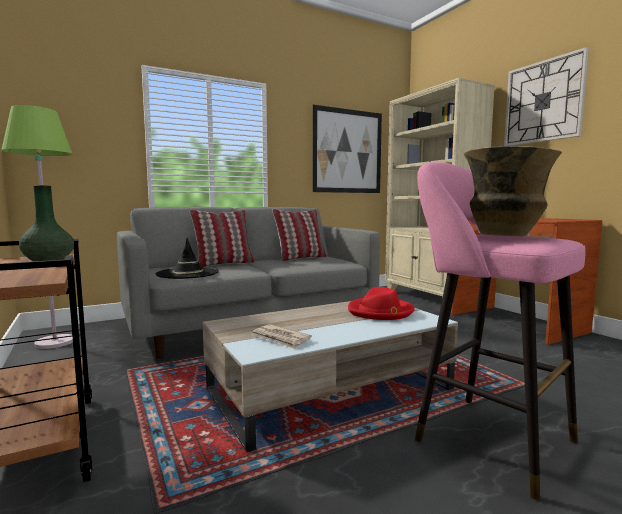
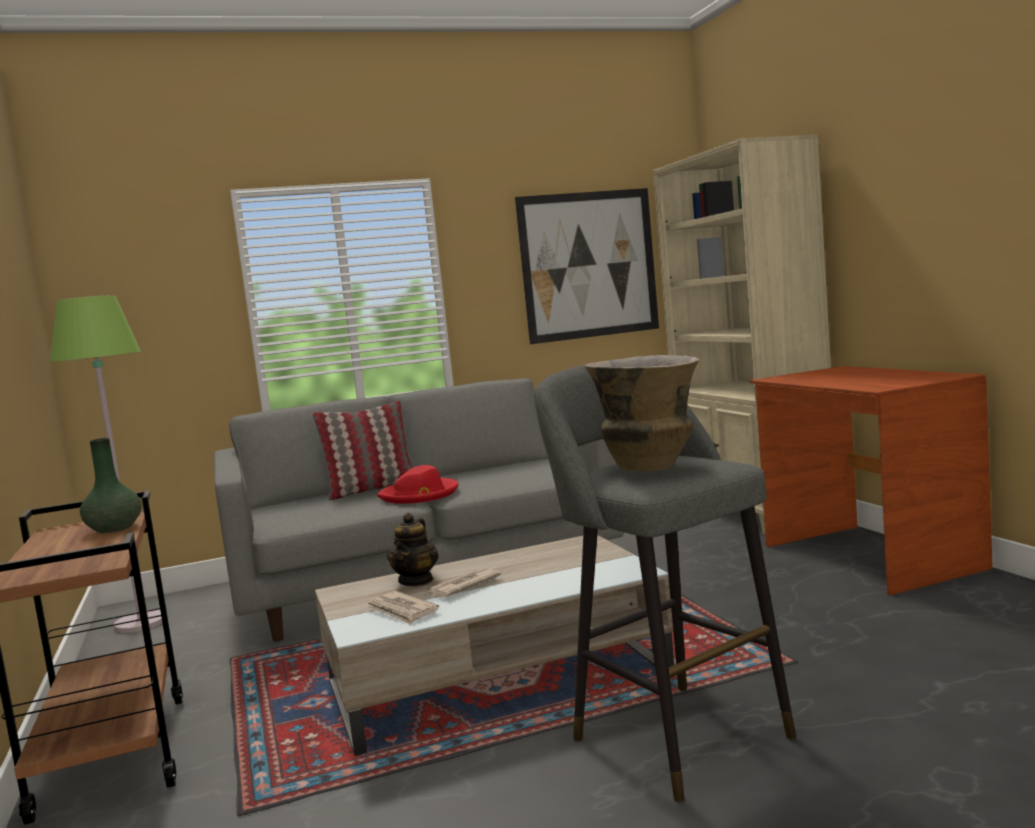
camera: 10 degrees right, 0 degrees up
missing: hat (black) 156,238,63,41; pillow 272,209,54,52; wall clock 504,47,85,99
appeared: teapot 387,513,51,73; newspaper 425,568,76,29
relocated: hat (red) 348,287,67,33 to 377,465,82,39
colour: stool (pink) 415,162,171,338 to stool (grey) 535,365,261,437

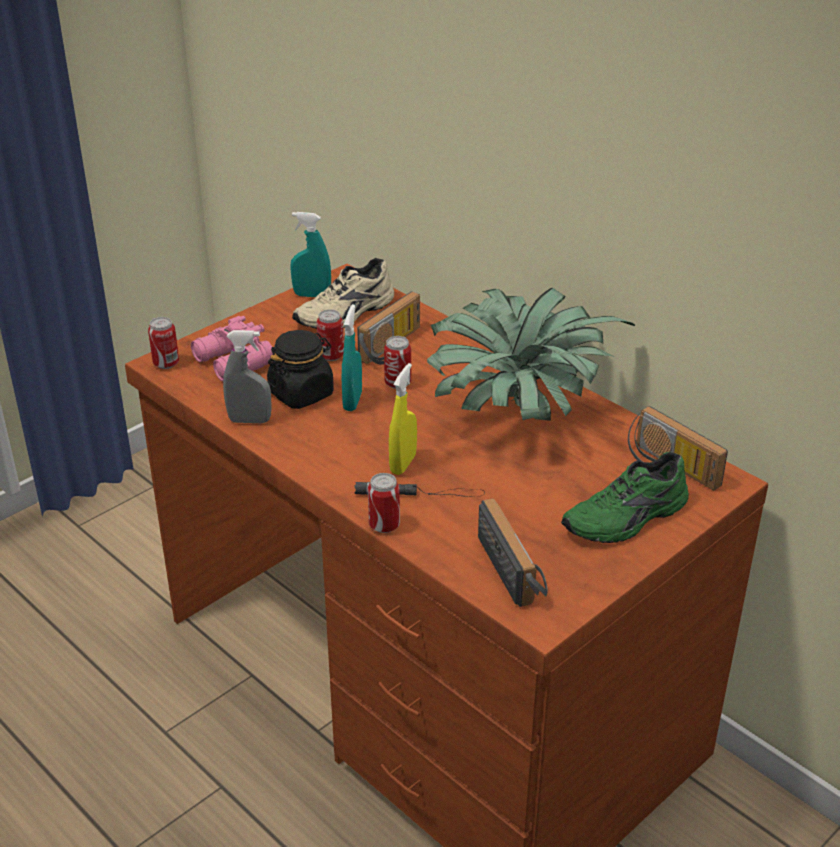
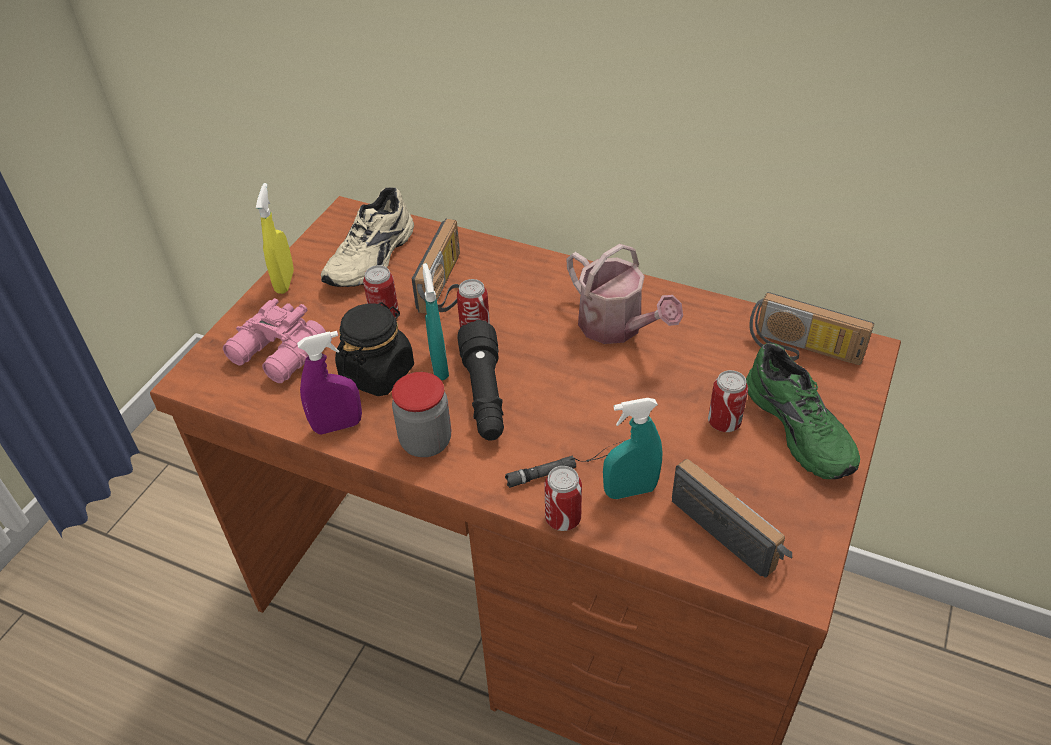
camera: 20 degrees left, 10 degrees up
appeared: jar 392,372,59,85; flashlight (black) 457,320,47,121
relocated: can 148,317,31,52 to 708,370,40,62; spray bottle (turquoise) 290,212,41,85 to 603,398,60,101; spray bottle (yellow) 389,363,28,112 to 256,183,38,111
exchanged: potted plant 427,288,208,133 to watering can 566,244,117,100
colour: spray bottle (grey) 223,330,49,93 to spray bottle (purple) 297,331,65,103
spun: shoe (green) 561,451,128,92 = 746,343,114,136 60 degrees counterclockwise

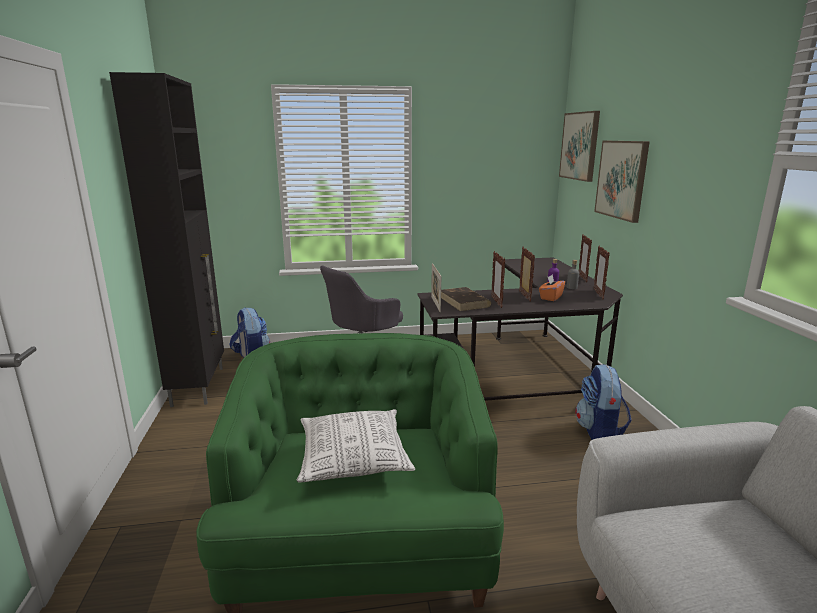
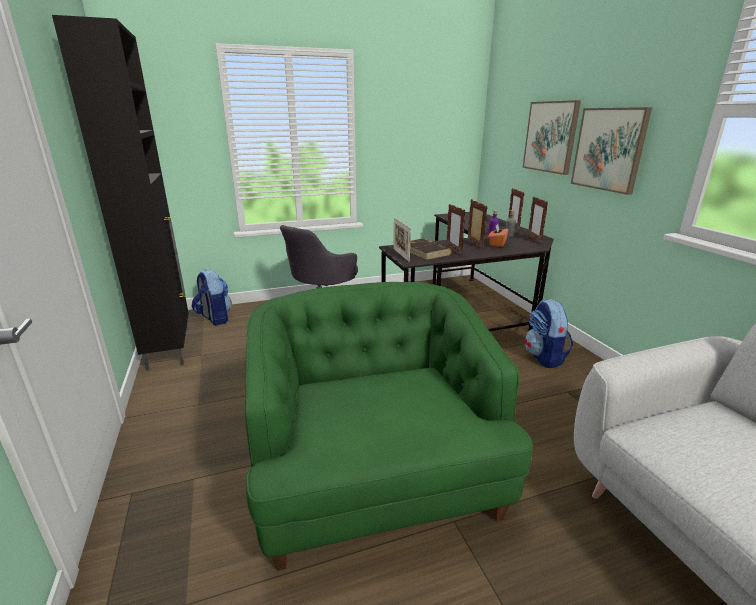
camera: 10 degrees left, 5 degrees up
missing: pillow 297,409,118,74
relocated: picture 559,111,41,71 to 571,107,81,88

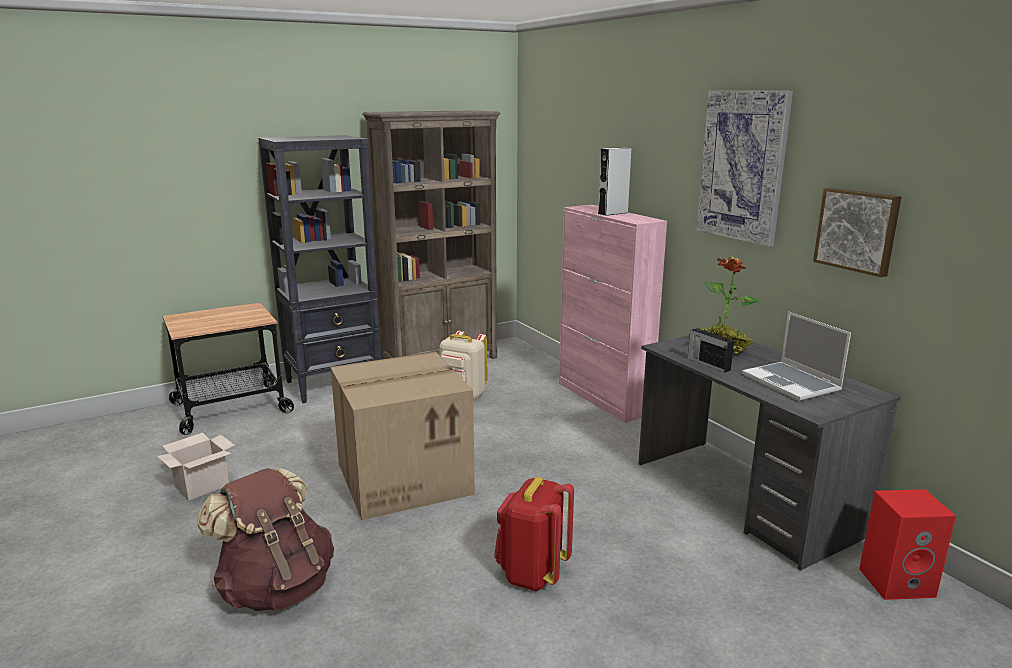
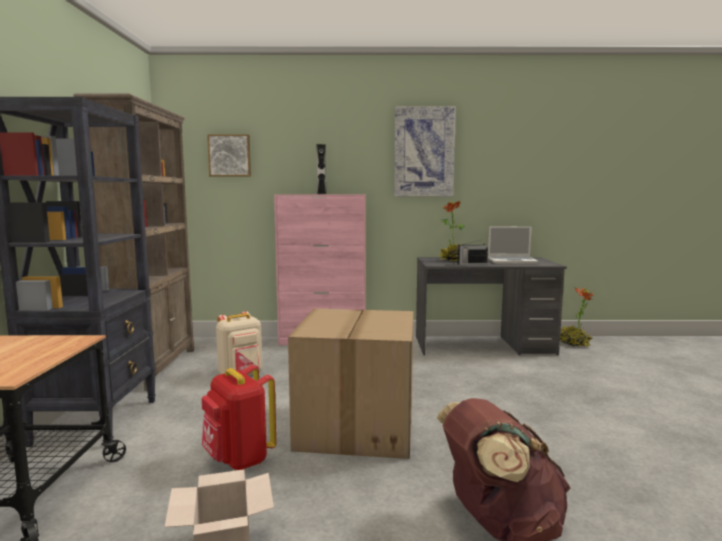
camera: 60 degrees left, 10 degrees down
relocated: backpack (red) 494,477,80,114 to 202,365,74,105; picture 813,187,88,90 to 207,134,44,43
exchanged: speaker (red) 859,489,97,111 to potted plant 560,287,33,60

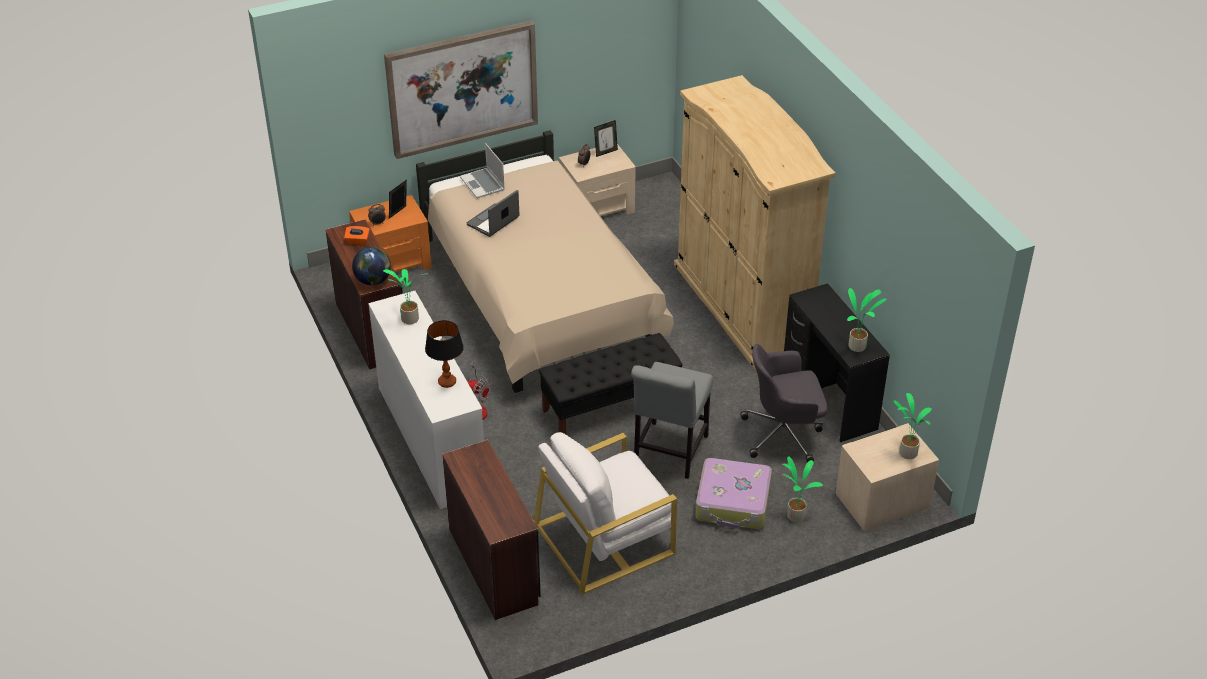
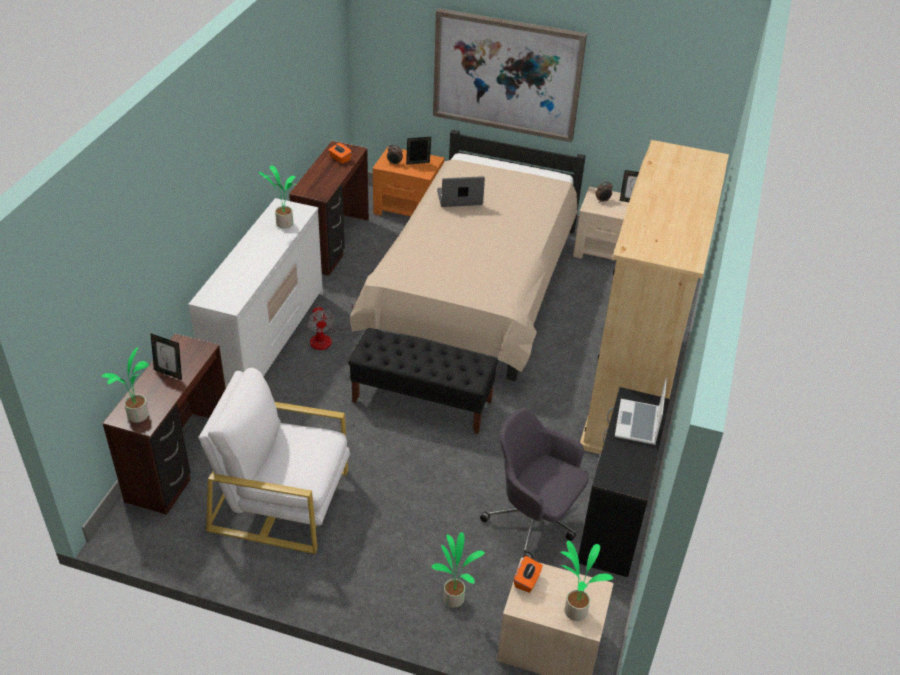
camera: 40 degrees right, 0 degrees up
missing: globe 352,247,39,38; table lamp 425,320,39,68; chair (grey) 631,362,82,117; suitcase 695,458,77,71
appeared: picture frame 150,333,32,47; tissue box (orange) 514,556,29,37
relocated: laptop 460,143,45,55 to 615,378,52,67; potted plant 847,288,40,64 to 102,347,47,76

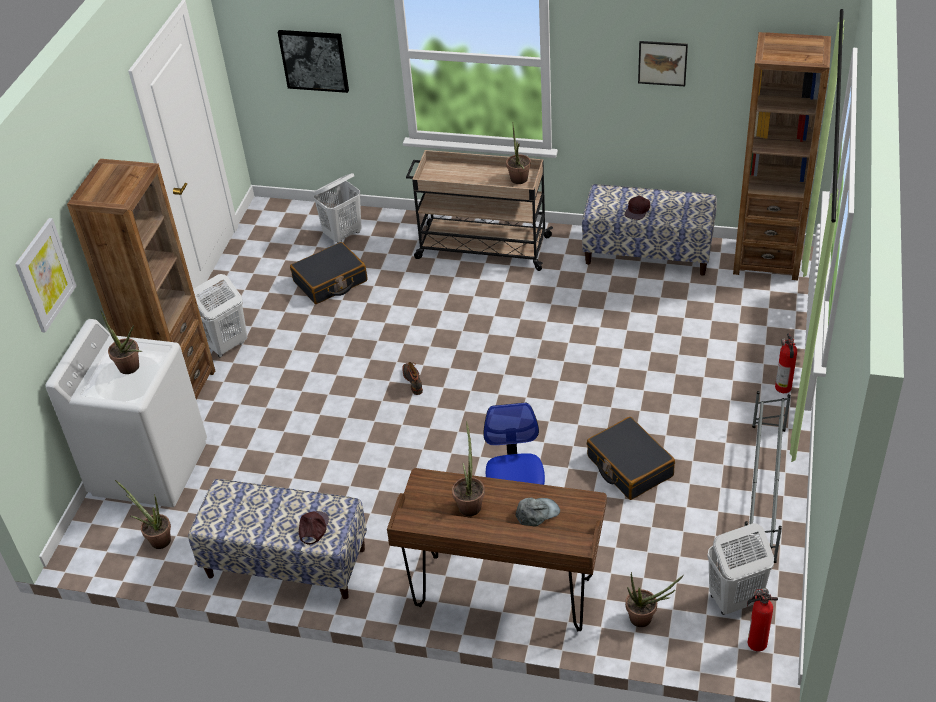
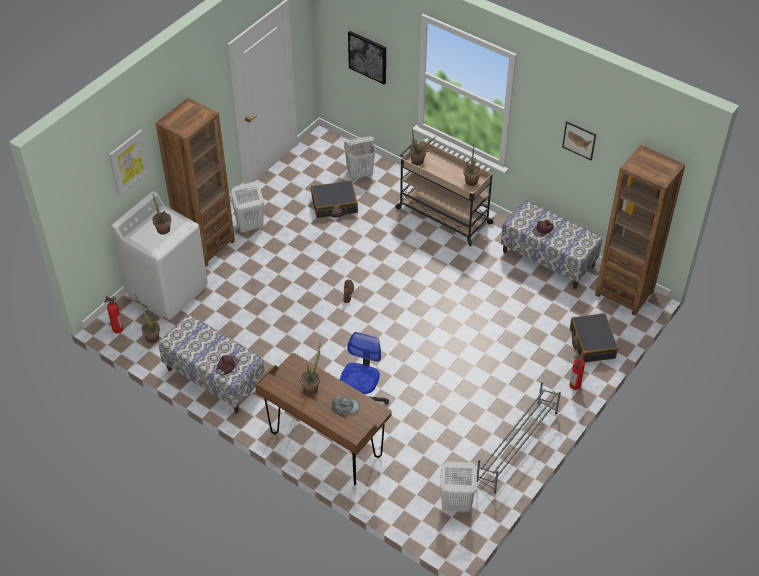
camera: 20 degrees right, 5 degrees up
relocated: suitcase (black) 587,417,88,83 to 570,313,48,50; potted plant 625,572,59,55 to 409,128,27,37; fire extinguisher 747,588,31,64 to 104,296,20,37

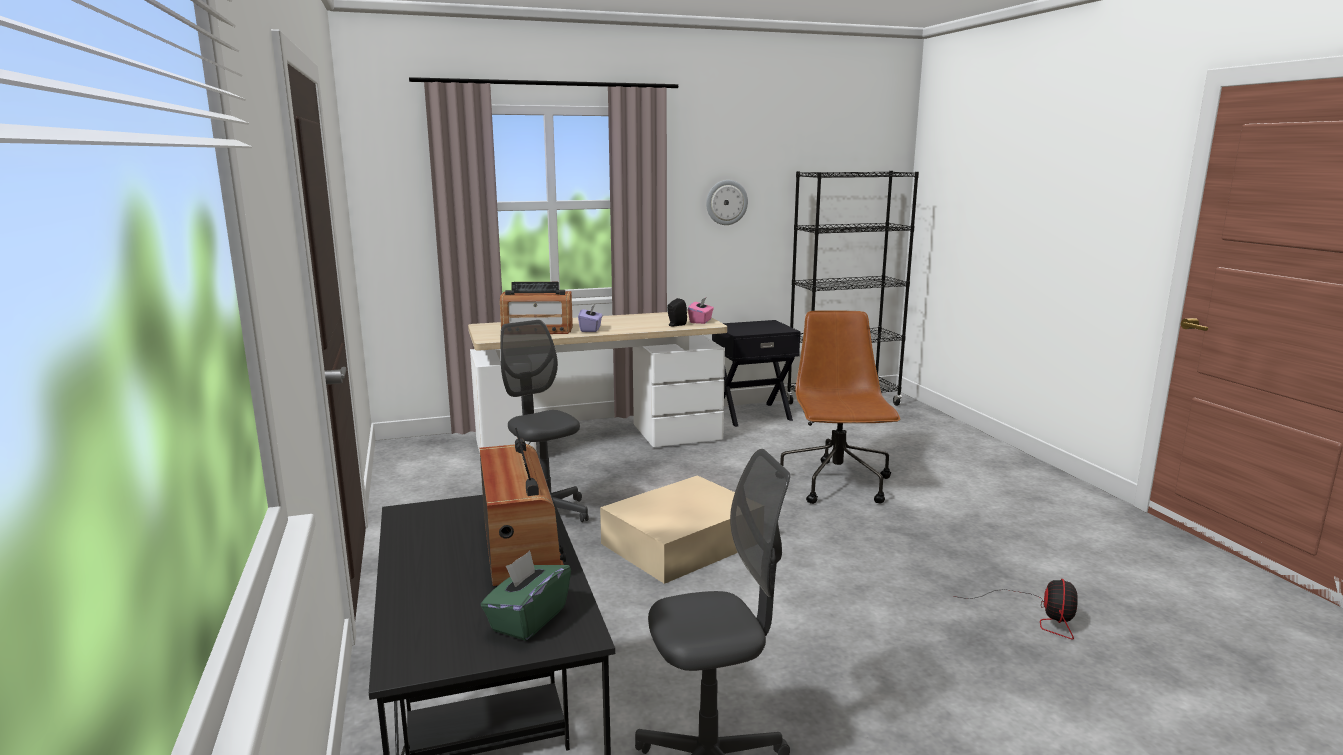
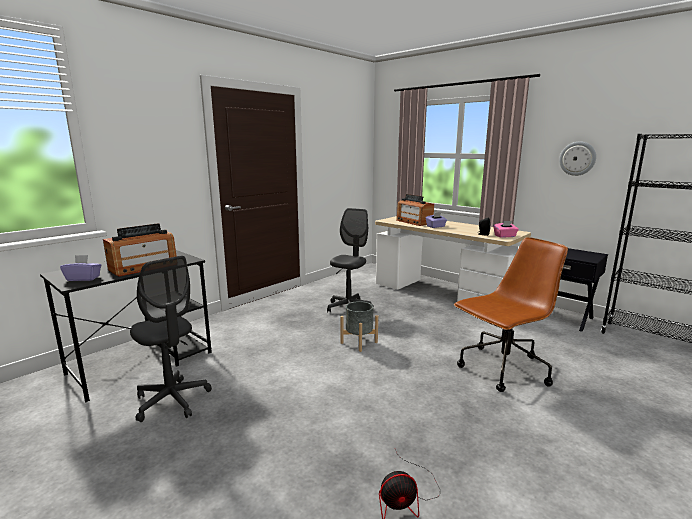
camera: 60 degrees right, 0 degrees up
exchanged: storage box (beige) 600,475,138,109 to planter (grey) 340,301,38,51
colour: tissue box (green) 481,551,90,90 to tissue box (purple) 60,255,41,26

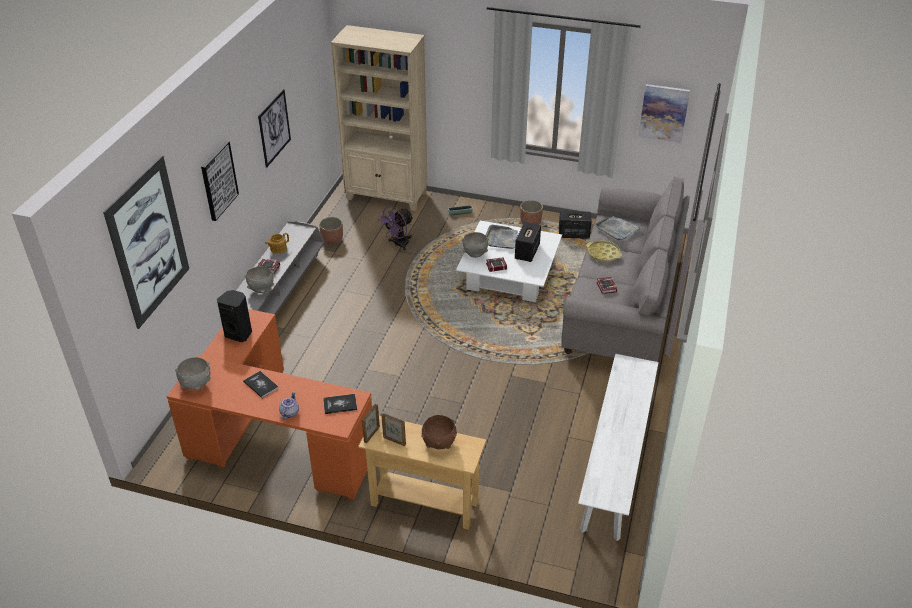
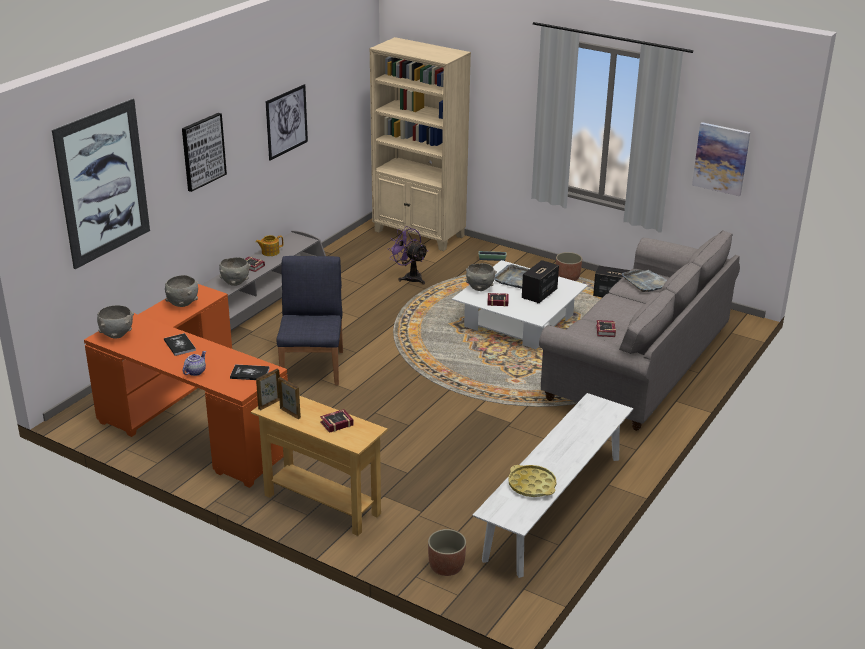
camera: 15 degrees right, 10 degrees down
appeared: chair (blue) 276,256,67,129
relocated: planter 319,217,24,28 to 428,529,38,47; tray (yellow) 586,240,36,22 to 508,465,49,32
exchanged: speaker (black) 217,290,35,52 to bowl (grey) 165,275,33,32; bowl (brown) 421,415,36,34 to book 320,409,34,24
spun: fan (purple) 378,206,36,45 = 388,226,40,59 75 degrees clockwise

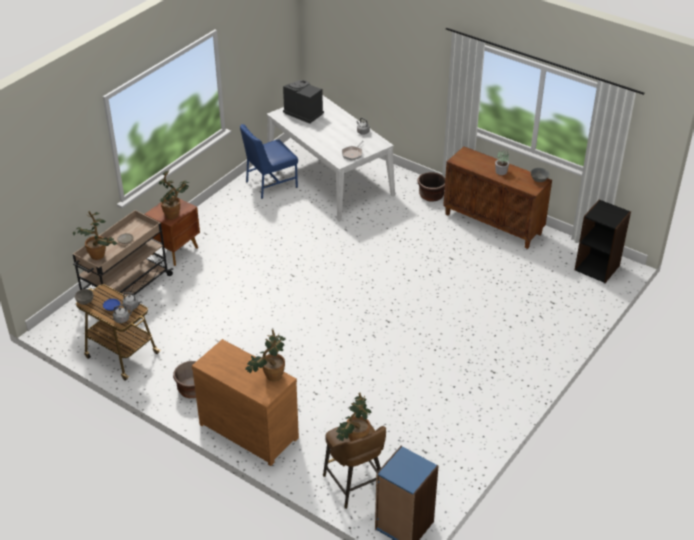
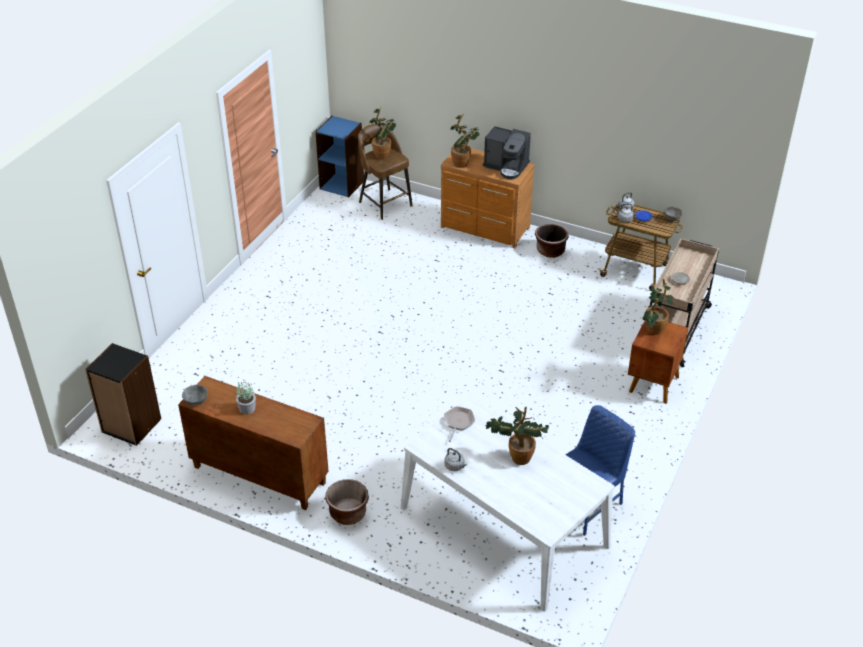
camera: 170 degrees right, 0 degrees up
relocated: potted plant 73,211,45,49 to 486,406,63,59; coffee machine 283,80,41,44 to 483,126,48,54

